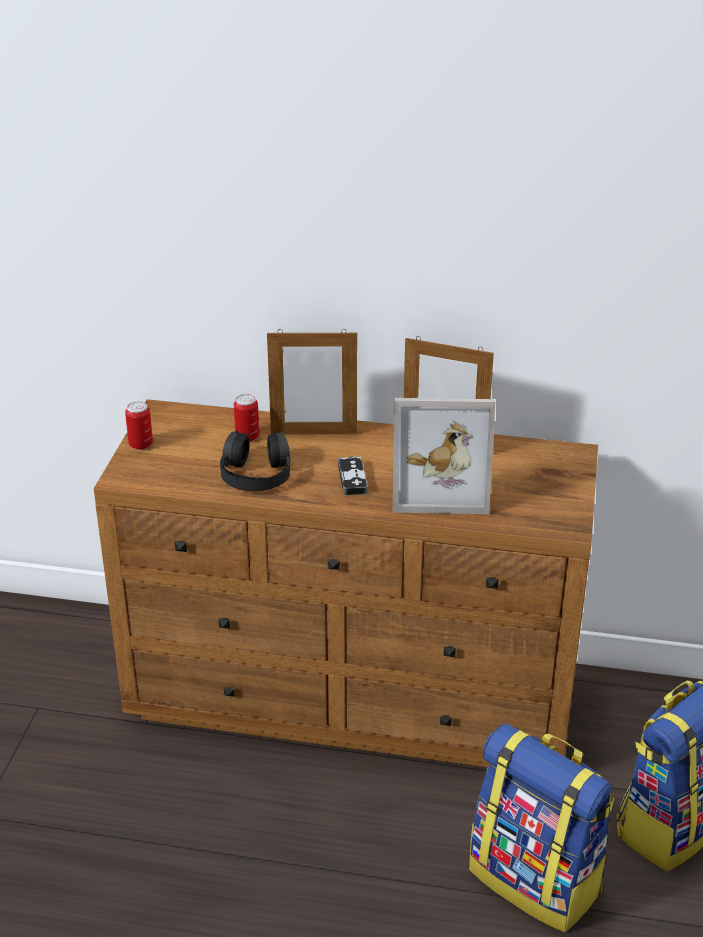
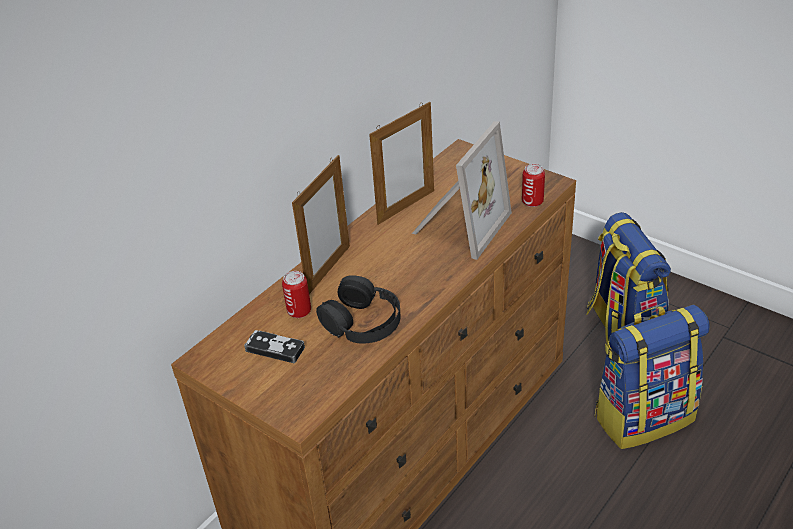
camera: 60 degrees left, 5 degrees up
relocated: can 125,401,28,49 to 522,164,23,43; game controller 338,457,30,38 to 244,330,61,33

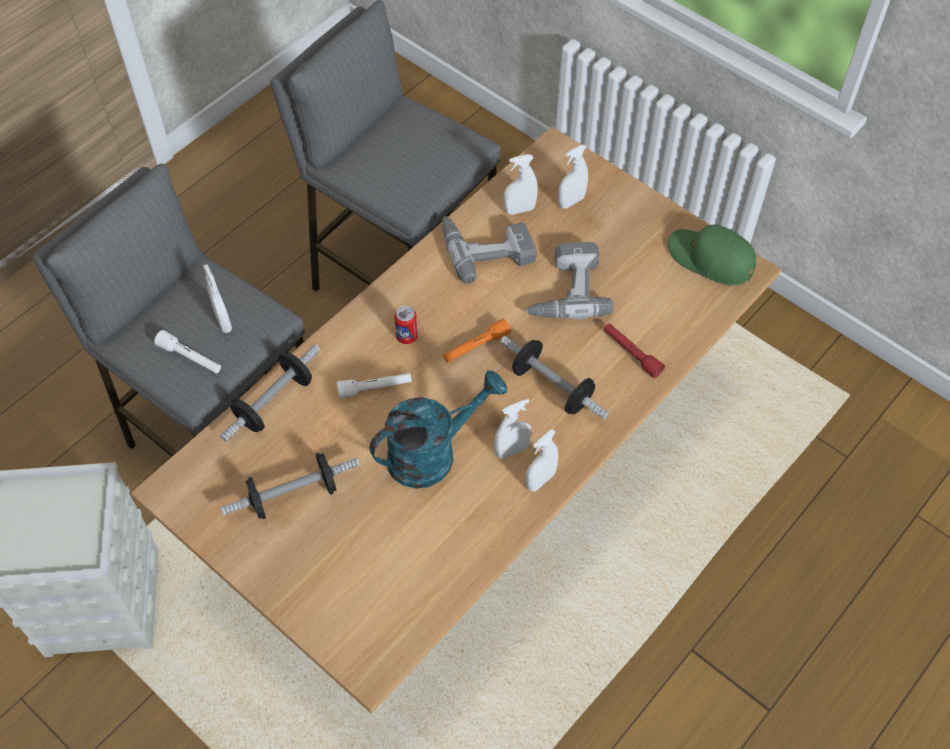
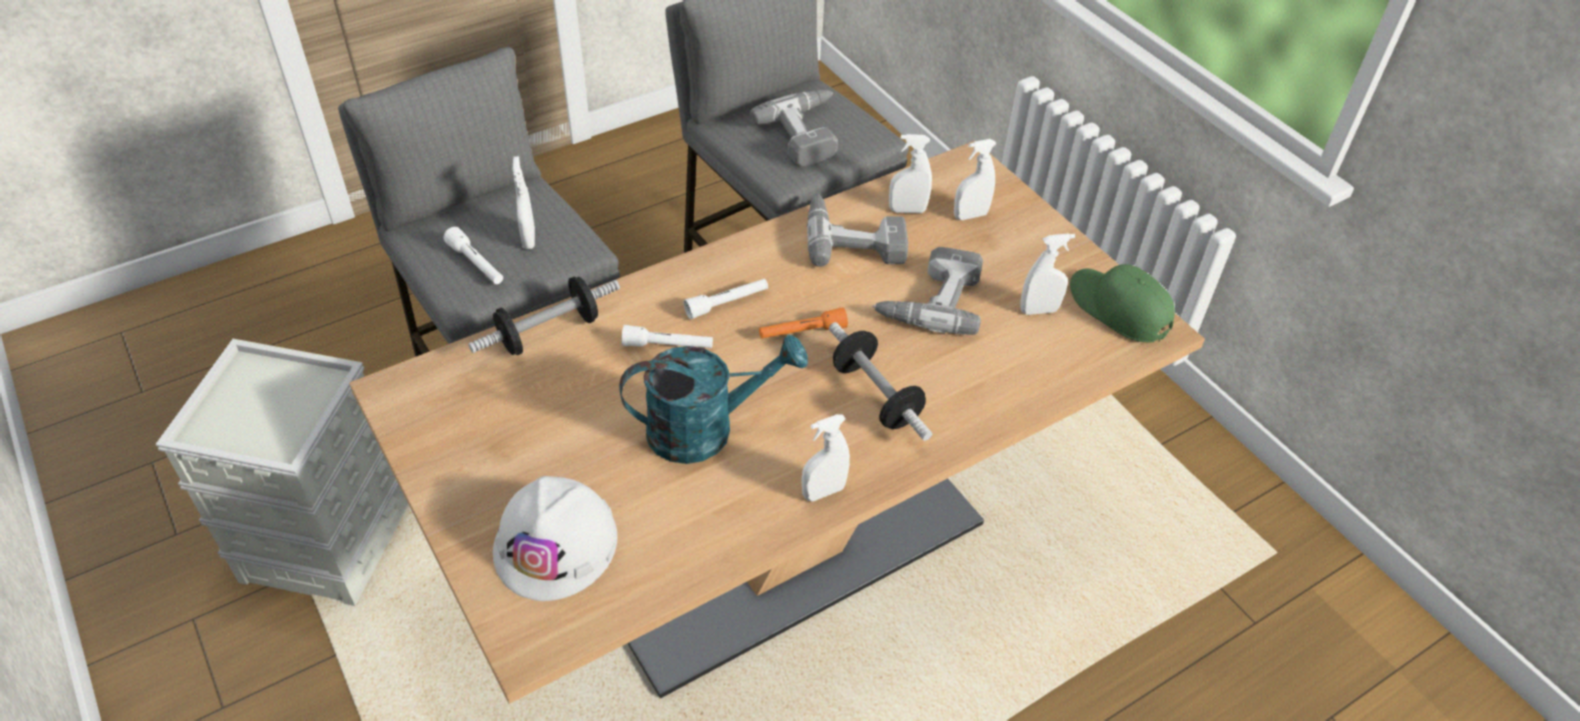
camera: 15 degrees right, 10 degrees down
missing: dumbbell 220,453,140,66; flashlight (red) 604,323,61,55
appeared: hard hat (white) 493,476,124,125; power drill 750,90,88,77
relocated: spray bottle (white) 494,399,38,60 to 1020,233,55,82
exchanged: can 394,305,24,39 to flashlight (white) 683,279,85,40

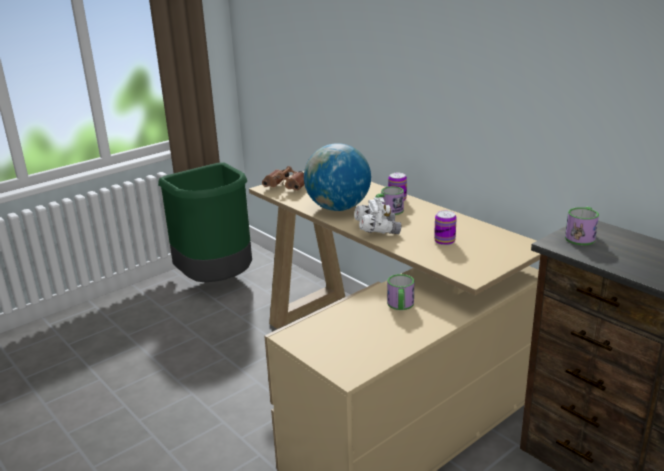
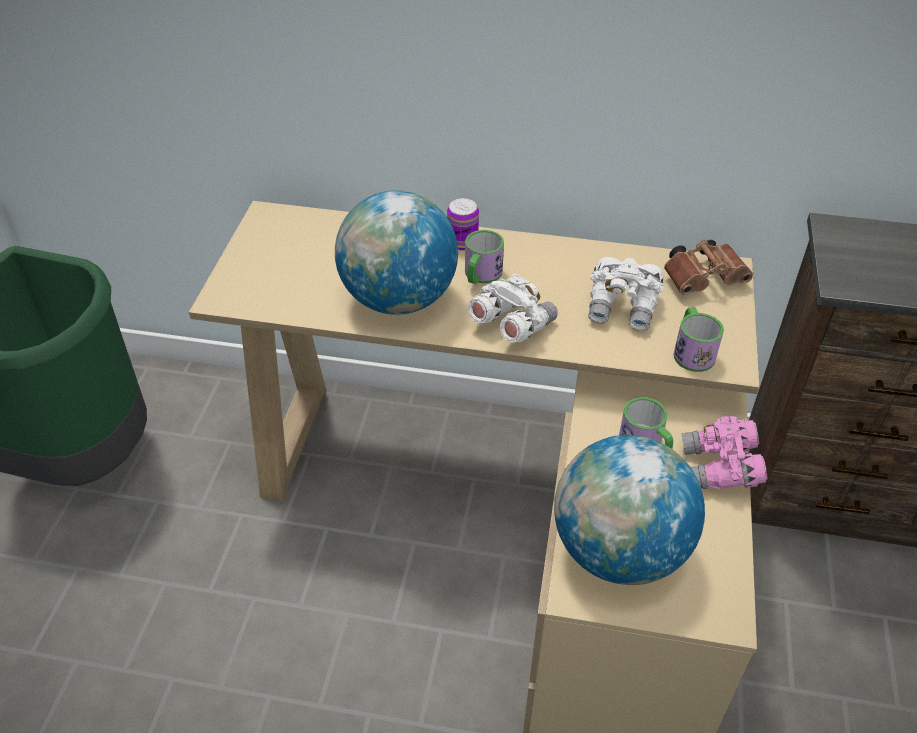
camera: 40 degrees left, 20 degrees up
appeared: globe 554,435,151,150; binoculars (pink) 681,416,87,73
relocated: binoculars (brown) 262,166,43,25 to 664,240,89,55; mug 565,207,34,38 to 674,307,50,65
exchanged: can 434,211,23,34 to binoculars (white) 588,257,76,74

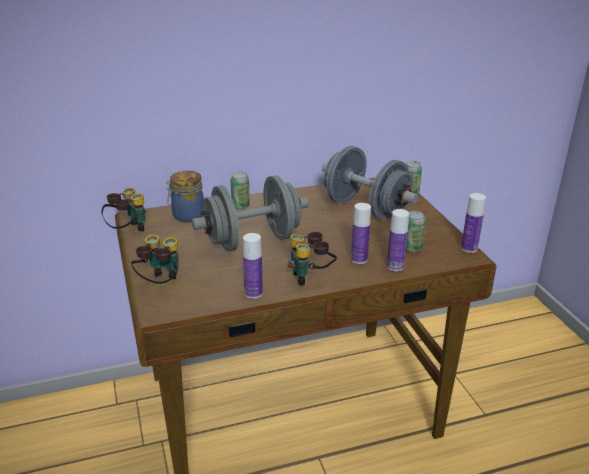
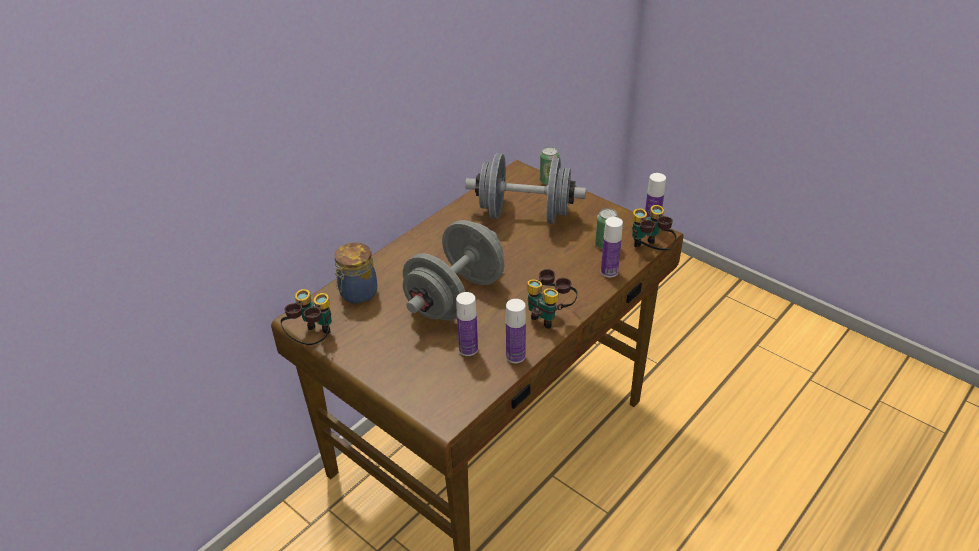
camera: 30 degrees left, 10 degrees up
missing: can 231,172,19,37
relocated: binoculars 131,235,47,49 to 632,205,45,45; bottle 351,203,20,61 to 456,292,22,64

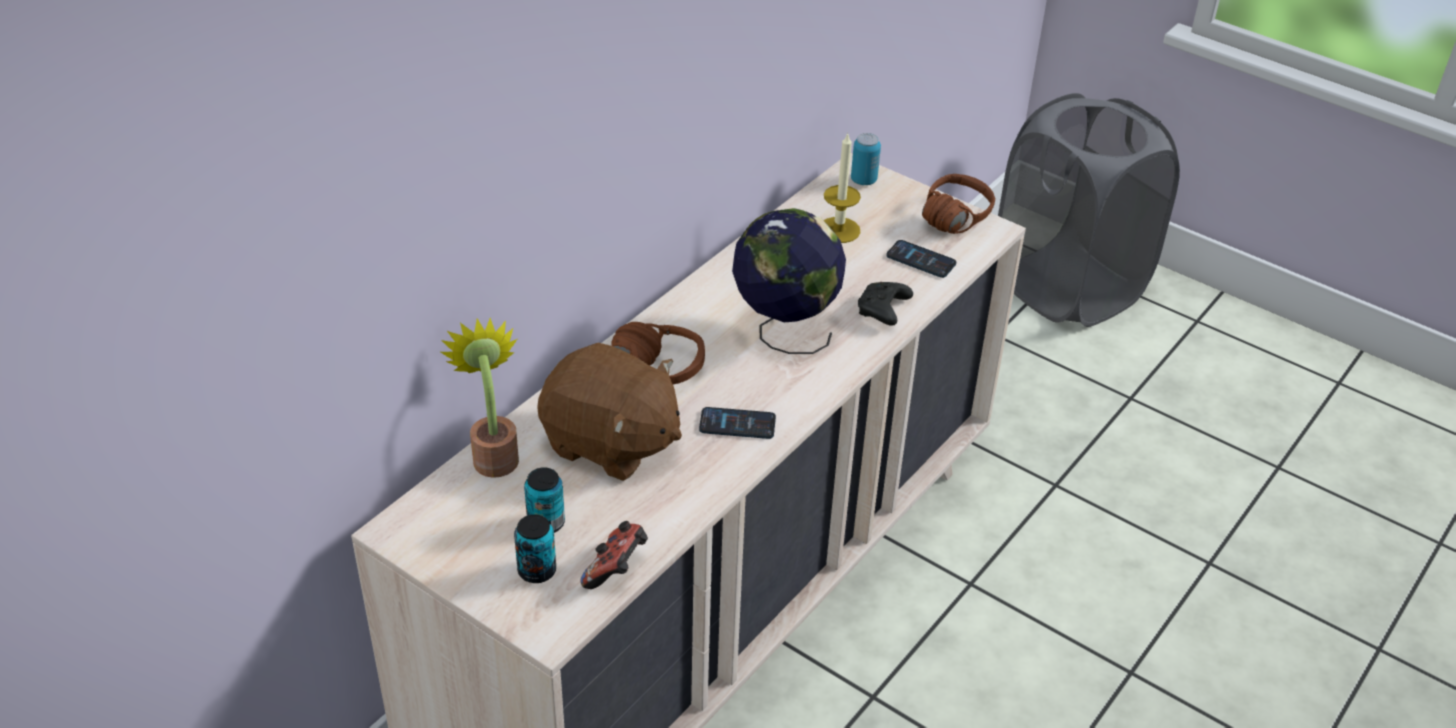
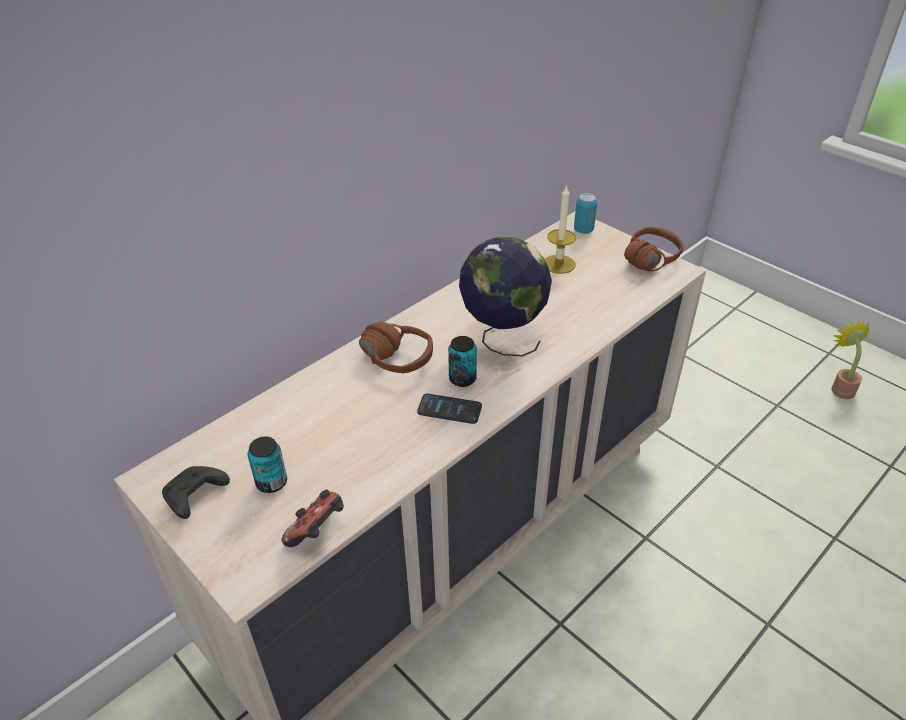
camera: 10 degrees right, 0 degrees up
missing: plush toy (brown) 537,343,145,138; phone 886,240,70,38; laundry basket (grey) 998,93,182,234
relocated: potted plant 441,318,78,160 to 831,321,39,78; can 514,514,42,69 to 448,336,29,51; game controller (black) 858,282,55,44 to 162,466,68,53

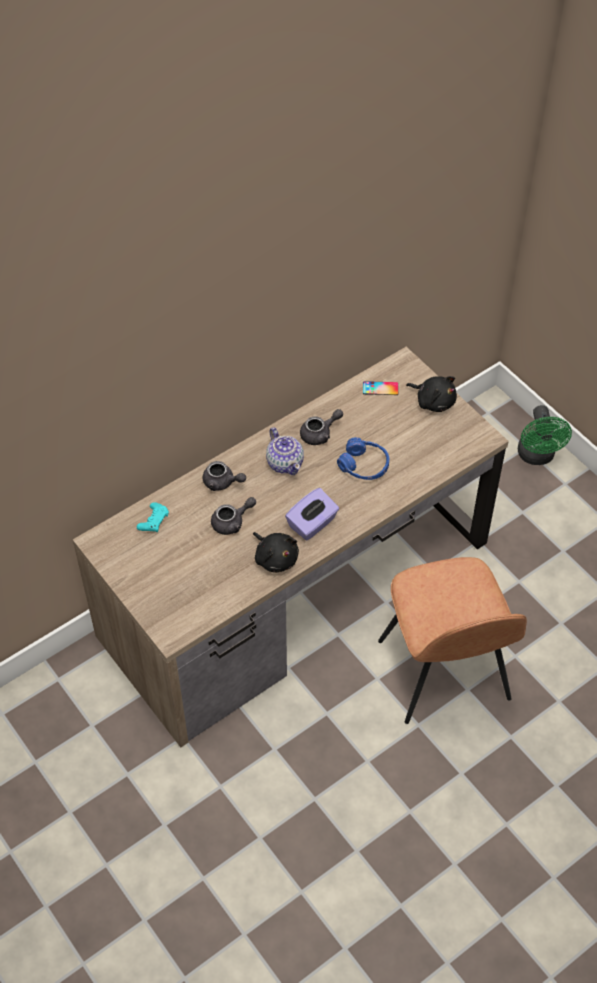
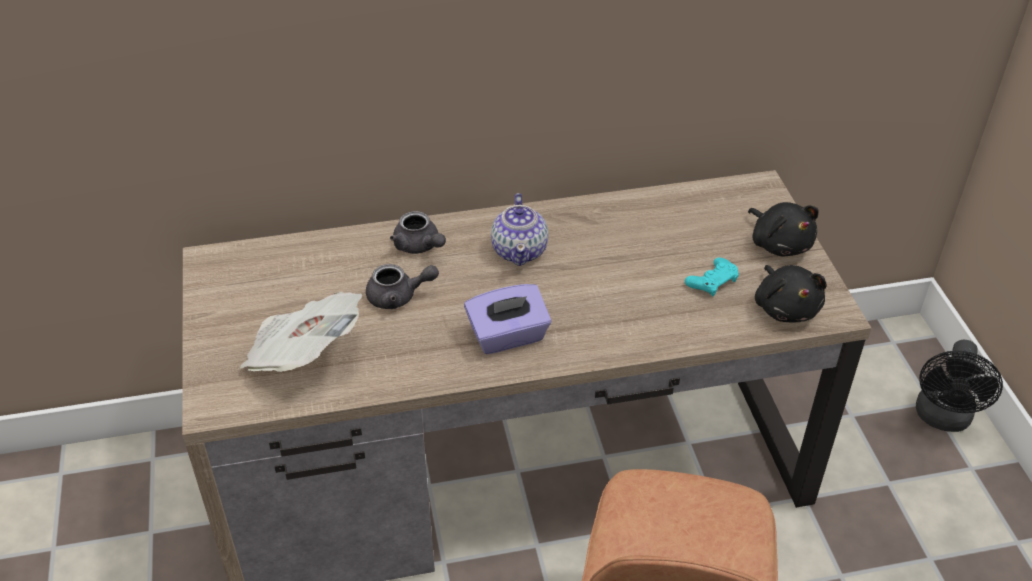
camera: 25 degrees right, 10 degrees down
missing: teapot (grey) 300,409,43,36; headphones (blue) 337,437,52,43; phone 363,381,35,14
appeared: newspaper 240,292,123,80
relocated: game controller (turquoise) 137,502,32,30 to 685,258,54,38; plush toy (black) 253,532,46,41 to 755,265,72,58
colour: fan (green) 518,405,54,60 to fan (black) 916,340,87,92

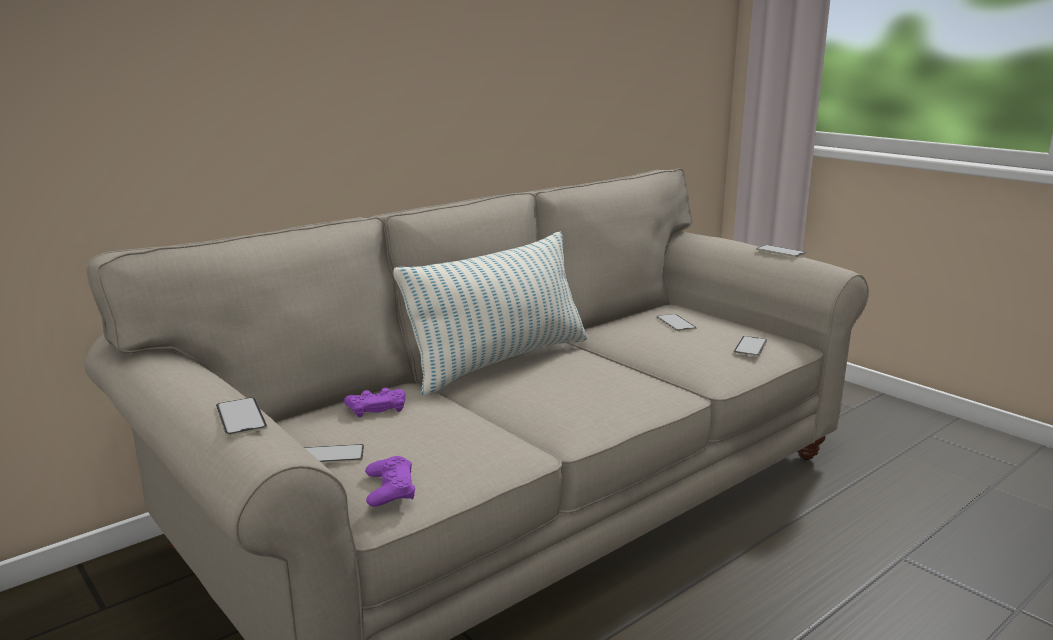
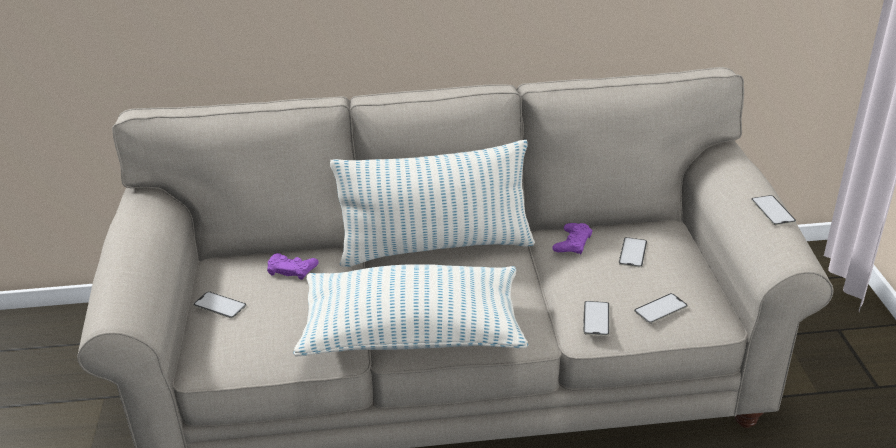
camera: 35 degrees right, 15 degrees up
appeared: pillow 293,264,235,92
relocated: phone 216,397,51,39 to 583,301,27,35; game controller (purple) 365,456,50,51 to 552,223,41,32

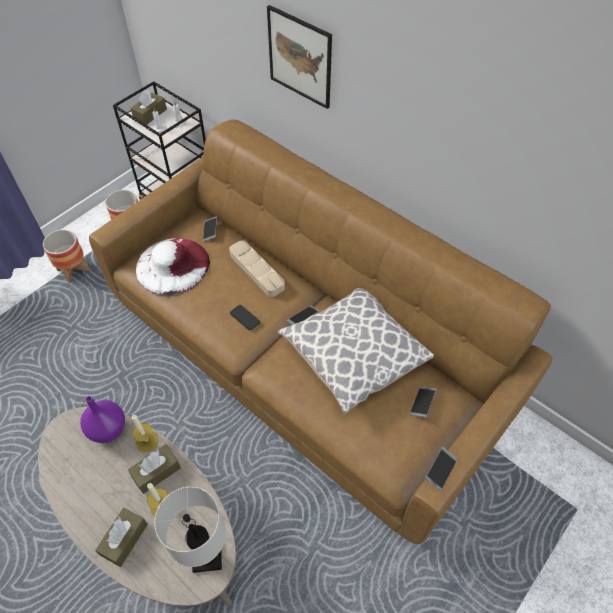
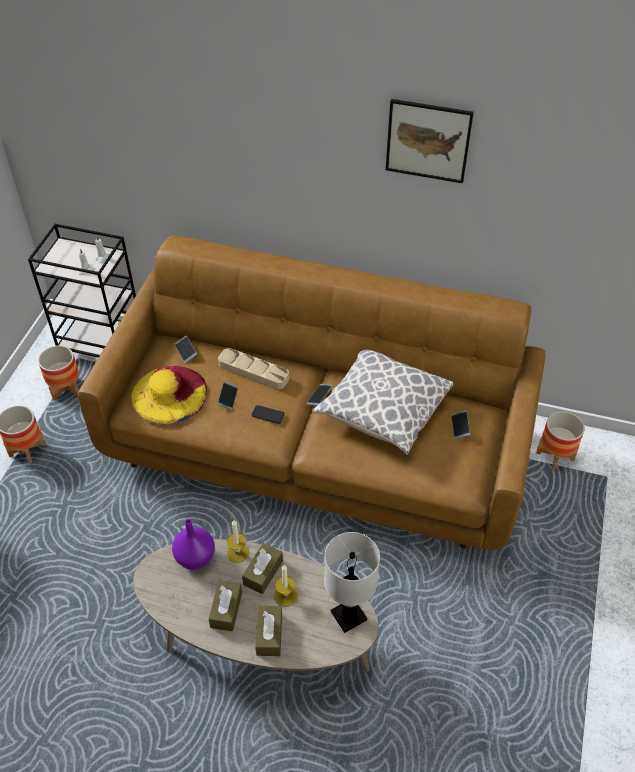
camera: 25 degrees left, 5 degrees down
appeared: planter 536,411,48,59
relocated: tissue box (brown) 130,90,37,35 to 209,580,33,51; picture 267,5,65,104 to 386,99,88,84; phone 425,447,32,44 to 218,381,20,29
colour: hat (white) 136,238,74,57 to hat (yellow) 131,366,76,58

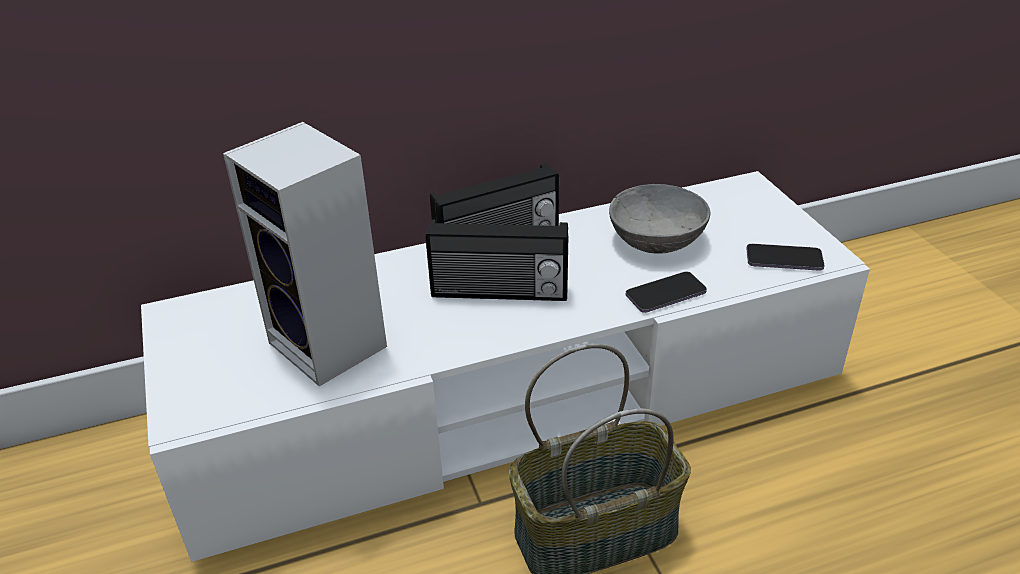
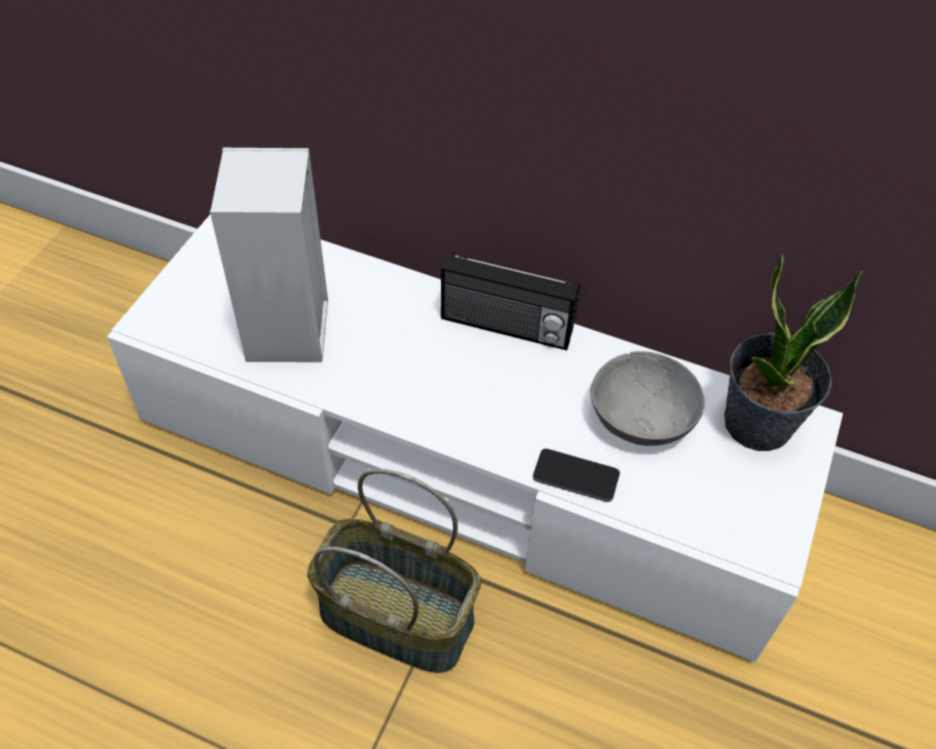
camera: 40 degrees right, 15 degrees up
missing: radio 426,219,142,82; phone 746,244,79,27
appeared: potted plant 724,254,139,197

